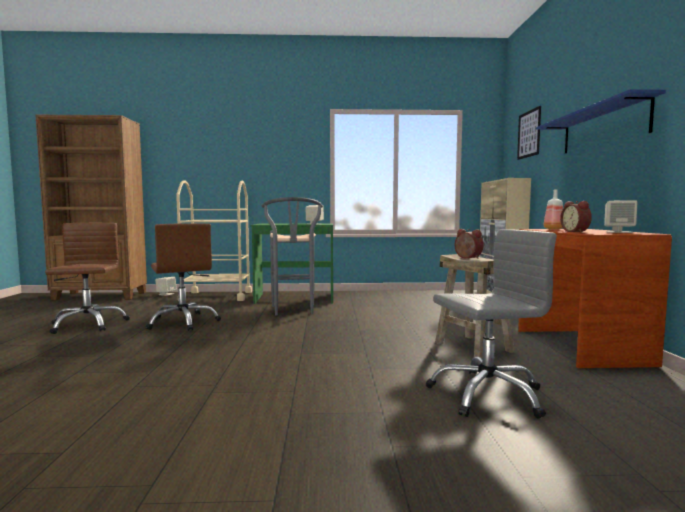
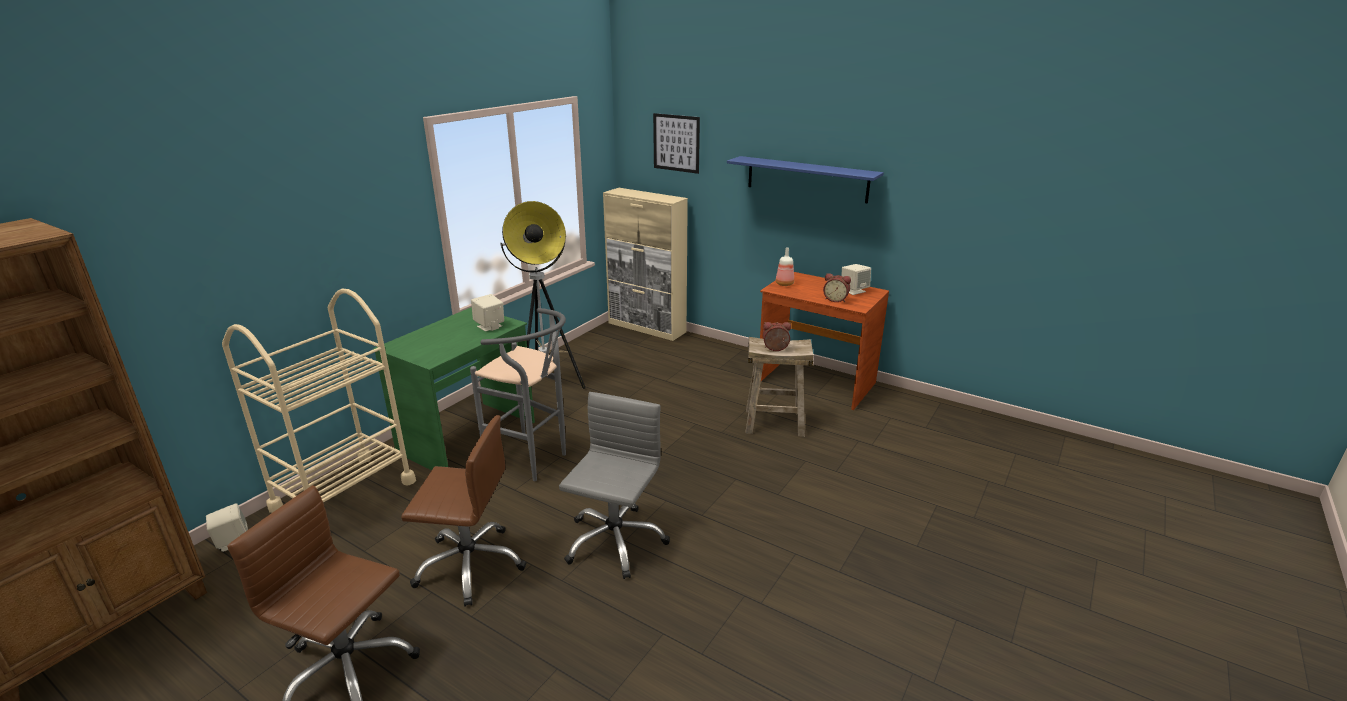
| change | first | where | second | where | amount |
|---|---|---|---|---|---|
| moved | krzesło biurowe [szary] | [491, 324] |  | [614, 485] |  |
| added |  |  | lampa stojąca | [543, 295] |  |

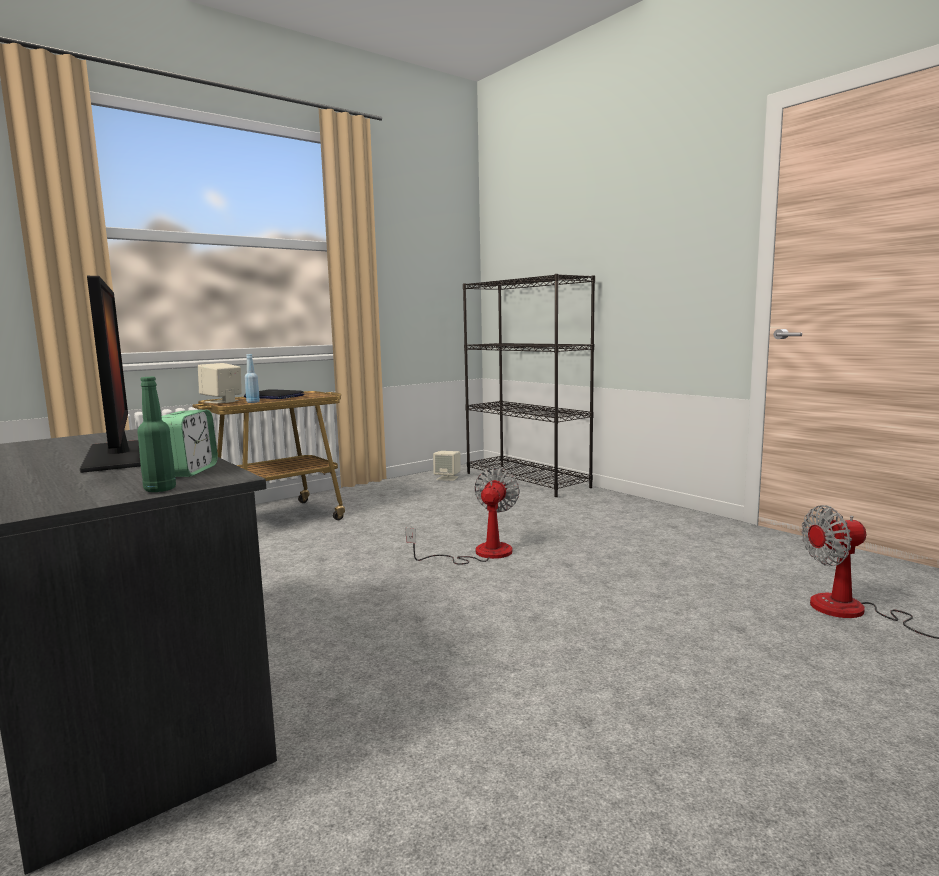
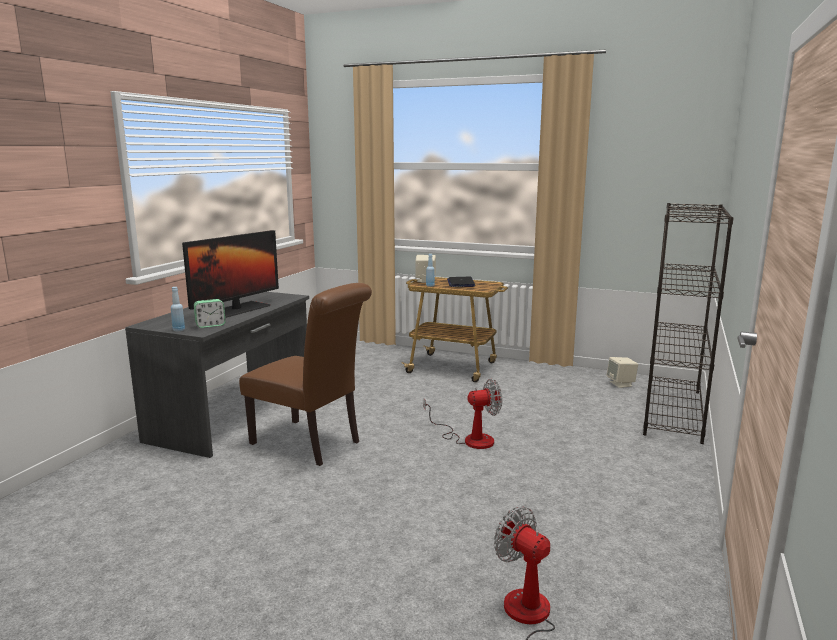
| change | first | where | second | where | amount |
|---|---|---|---|---|---|
| recoloured | butelka [zielony] | [156, 434] | butelka [niebieski] | [178, 309] |  |
| added |  |  | krzesło [brązowy] | [305, 374] |  |

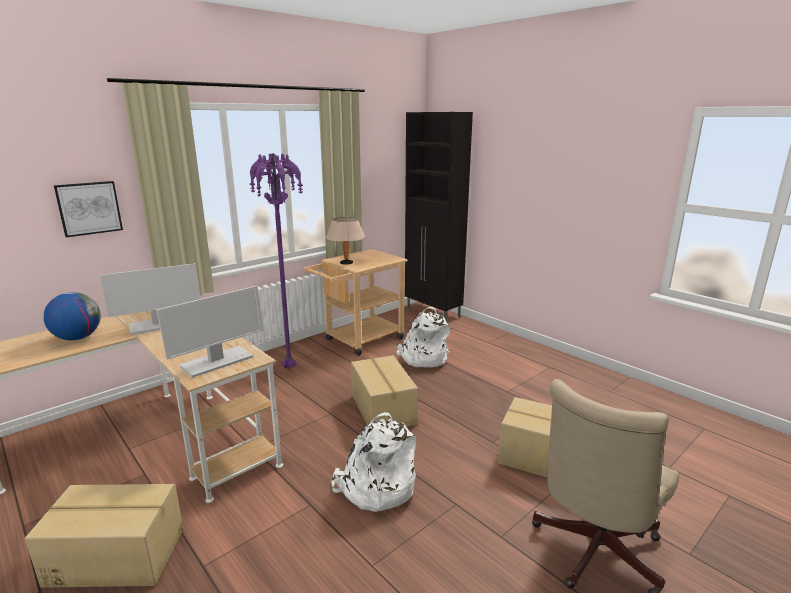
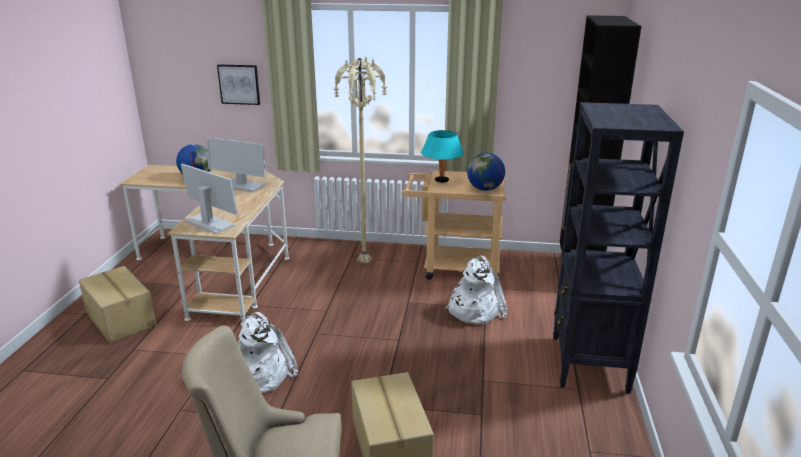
| change | first | where | second | where | amount |
|---|---|---|---|---|---|
| recoloured | lampa stojąca [fioletowy] | [276, 261] | lampa stojąca [beżowy] | [360, 160] |  |
| recoloured | lampa stołowa [beżowy] | [345, 241] | lampa stołowa [turkusowy] | [442, 156] |  |
| turned | monitor | [210, 332] |  | [209, 199] | 150 degrees counterclockwise |
| removed | karton | [384, 391] |  |  |  |
| added |  |  | regał [czarny] | [618, 248] |  |
| added |  |  | globus | [486, 172] |  |

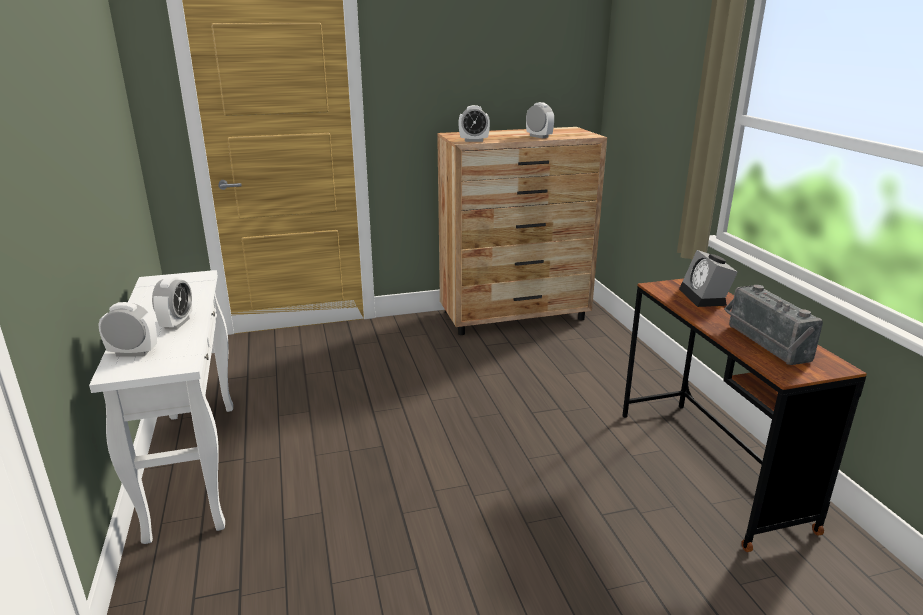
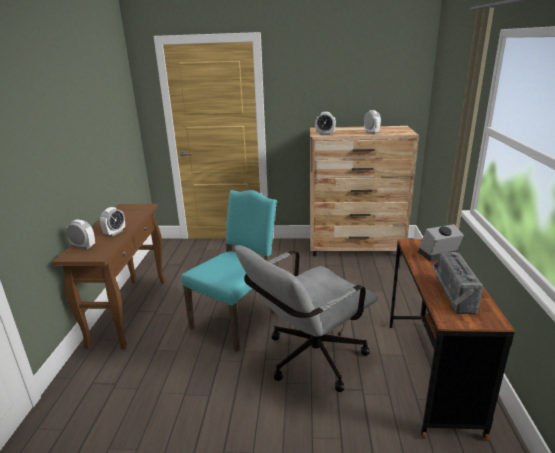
| change | first | where | second | where | amount |
|---|---|---|---|---|---|
| turned | budzik | [708, 278] |  | [441, 243] | 60 degrees clockwise |
| recoloured | stolik konsolowy [biały] | [161, 407] | stolik konsolowy [brązowy] | [108, 276] |  |
| added |  |  | krzesło [turkusowy] | [229, 271] |  |
| added |  |  | krzesło biurowe [szary] | [306, 318] |  |

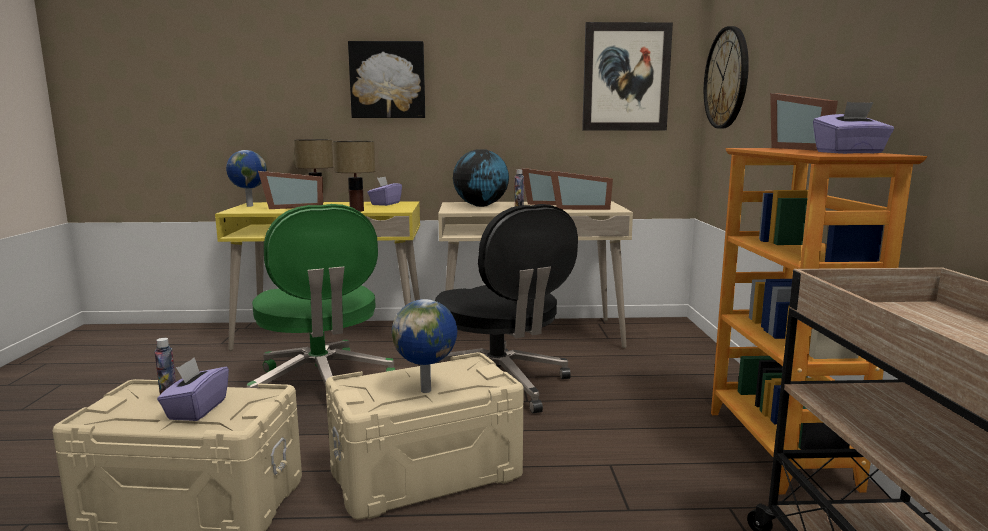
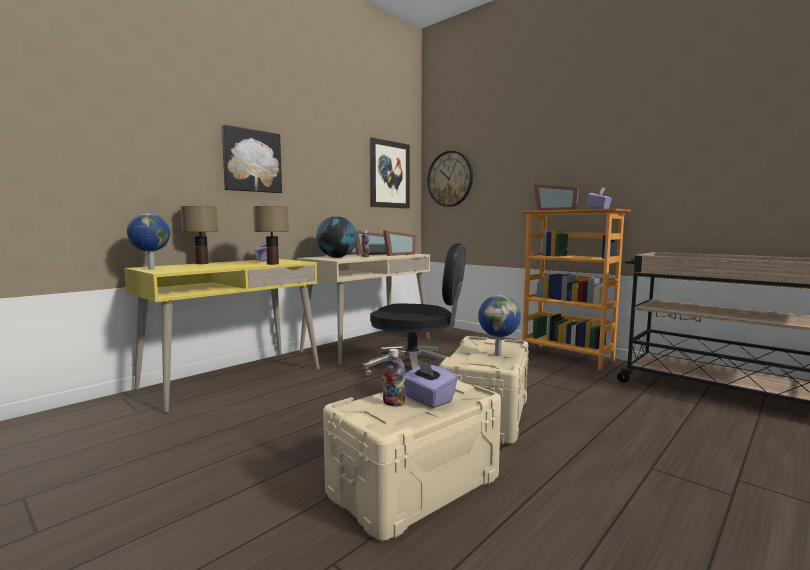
| change | first | where | second | where | amount |
|---|---|---|---|---|---|
| removed | ramka na zdjęcie | [290, 190] |  |  |  |
| removed | krzesło biurowe [zielony] | [321, 296] |  |  |  |

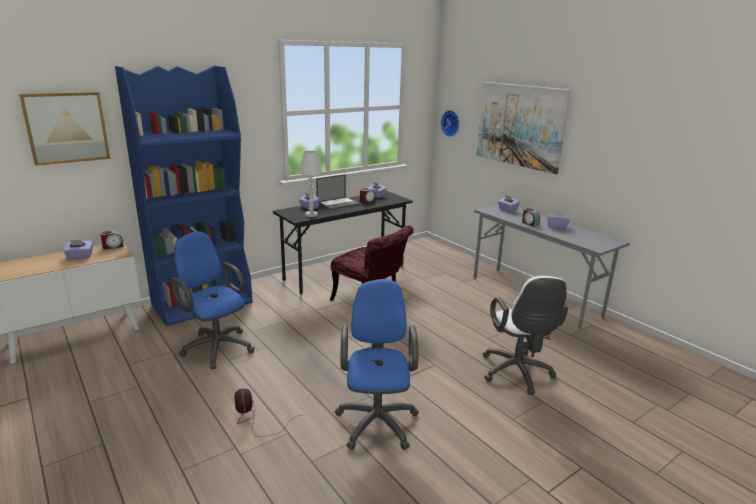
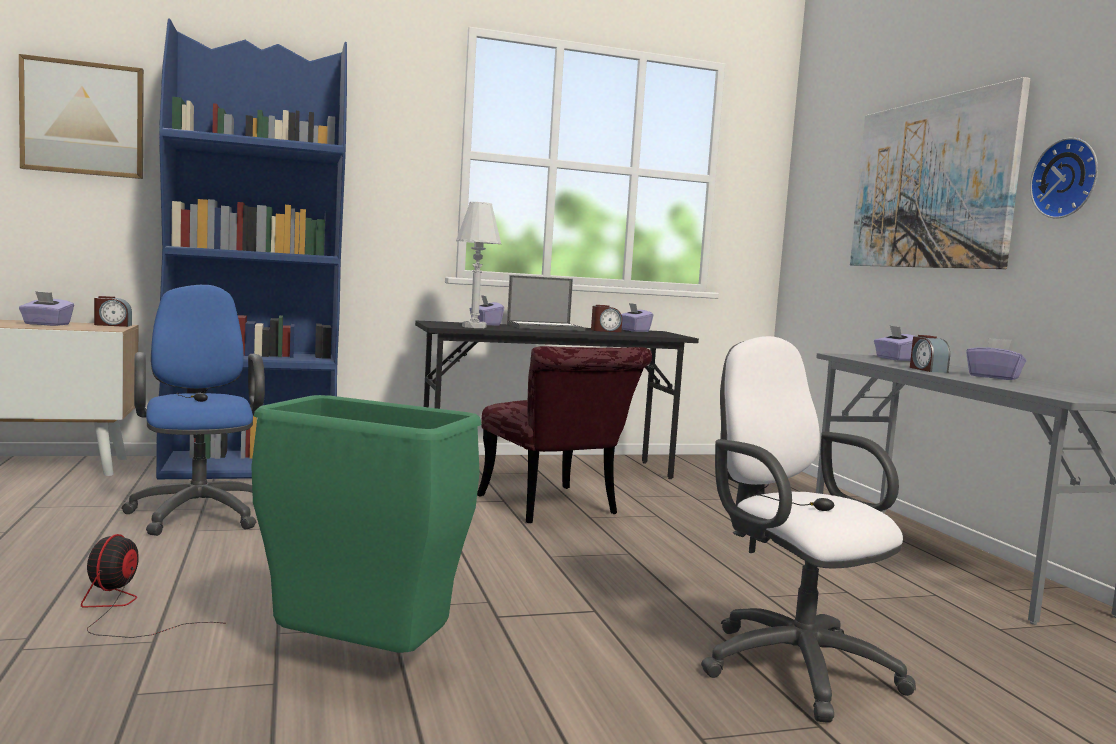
| change | first | where | second | where | amount |
|---|---|---|---|---|---|
| moved | zegar ścienny | [450, 123] |  | [1064, 178] |  |
| turned | krzesło biurowe [biały] | [525, 335] |  | [808, 529] | 135 degrees clockwise |
| replaced | krzesło biurowe [niebieski] | [377, 364] | kosz na śmieci [zielony] | [366, 524] |  |

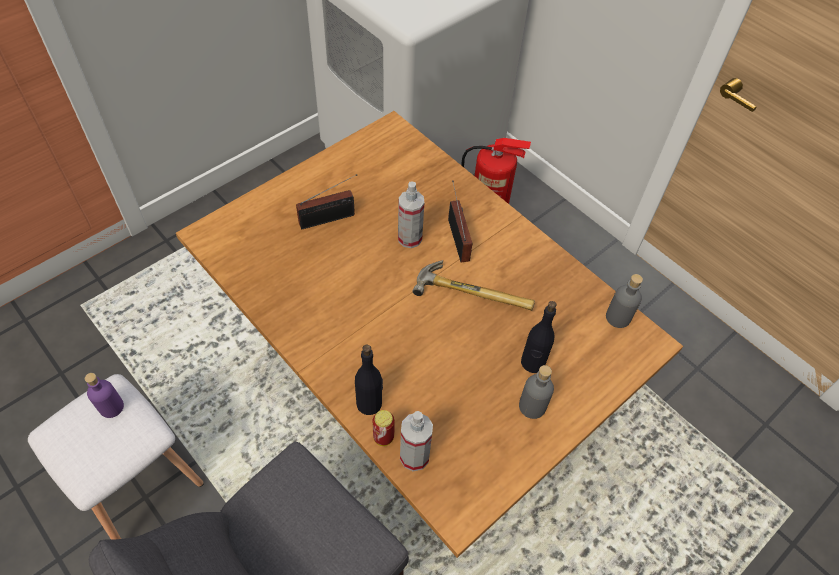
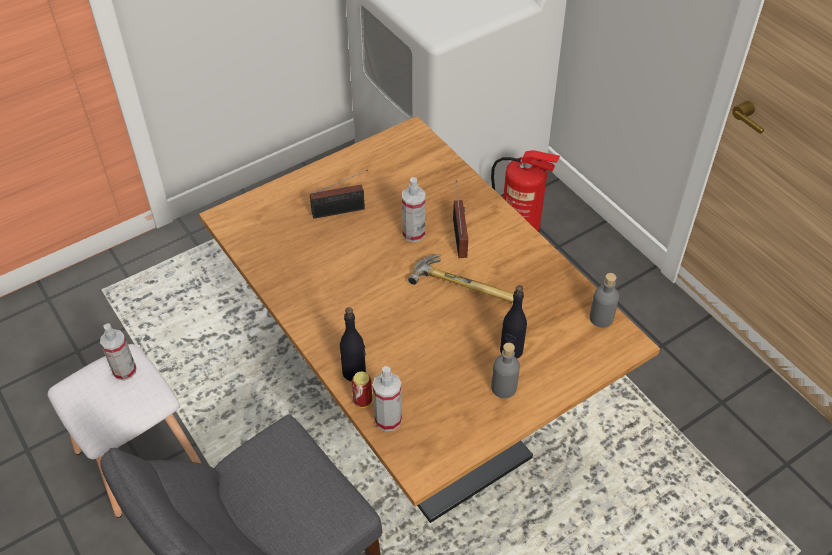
| change | first | where | second | where | amount |
|---|---|---|---|---|---|
| replaced | butelka [fioletowy] | [104, 395] | spryskiwacz | [118, 352] |  |

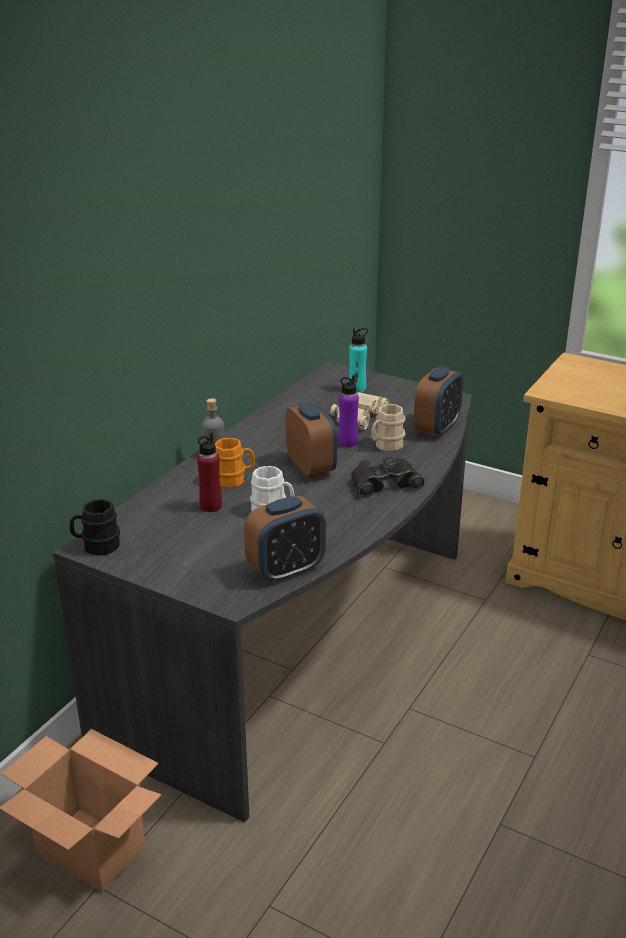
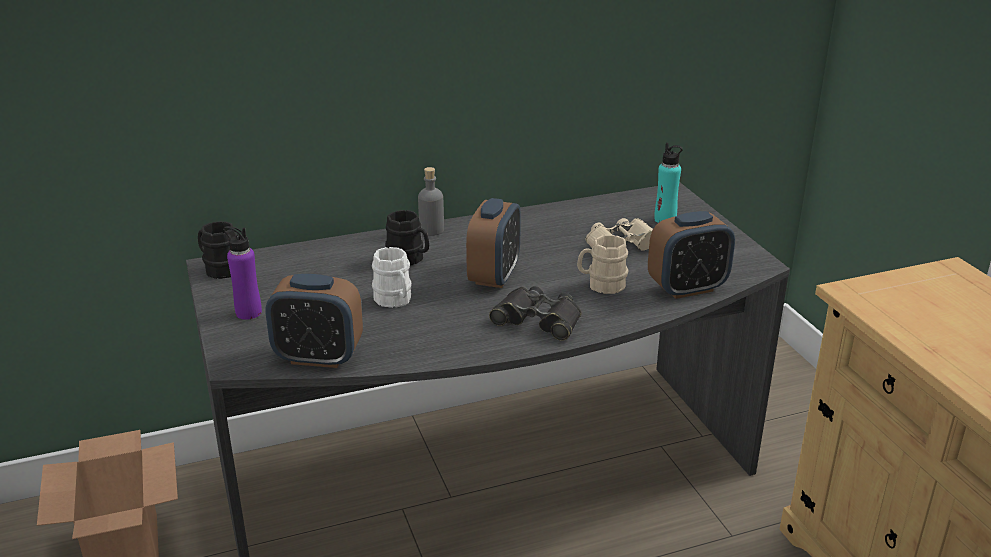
| change | first | where | second | where | amount |
|---|---|---|---|---|---|
| moved | butelka [fioletowy] | [348, 411] |  | [242, 273] |  |
| removed | butelka [czerwony] | [209, 472] |  |  |  |
| recoloured | kubek [pomarańczowy] | [235, 463] | kubek [czarny] | [407, 237] |  |

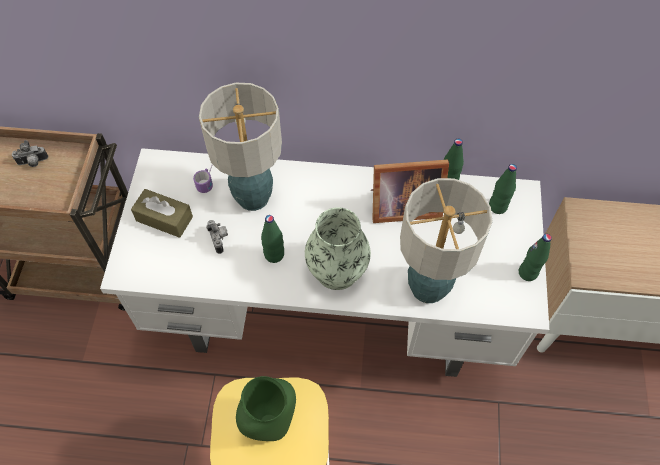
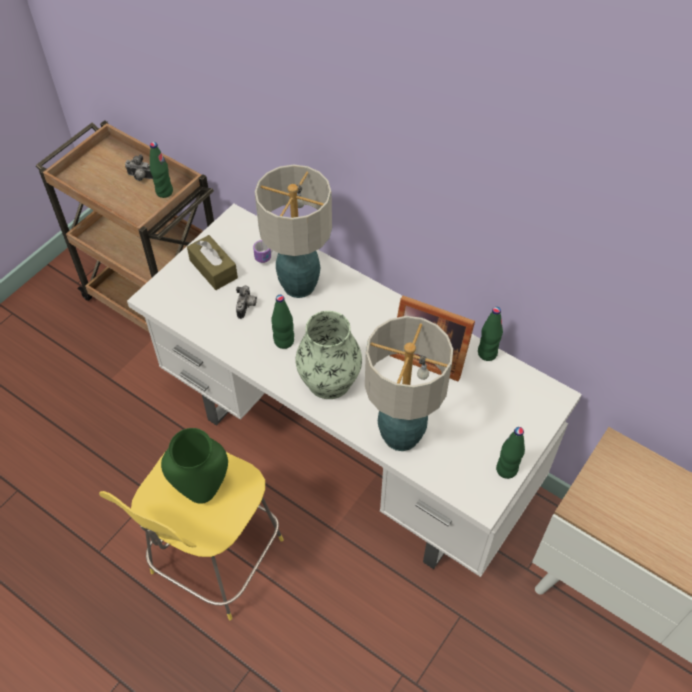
| change | first | where | second | where | amount |
|---|---|---|---|---|---|
| moved | butelka [zielony] | [503, 189] |  | [161, 170] |  |

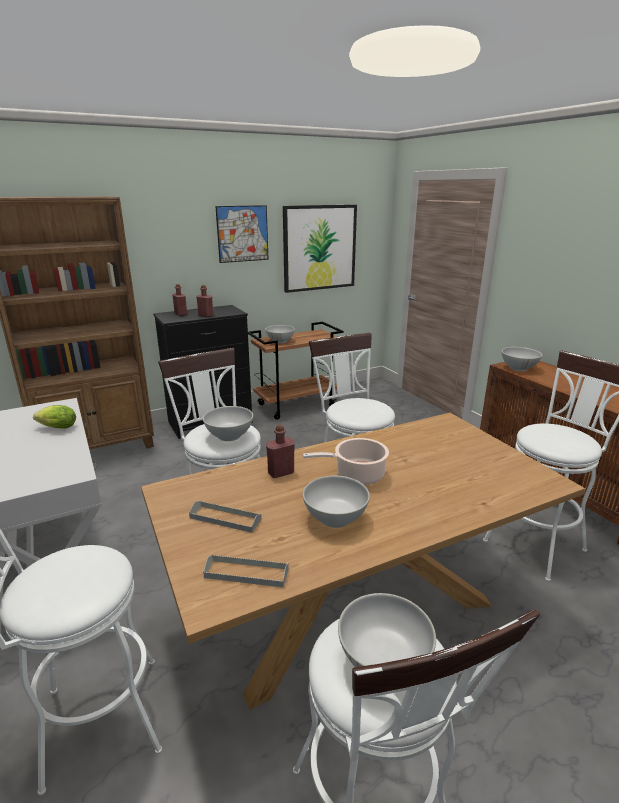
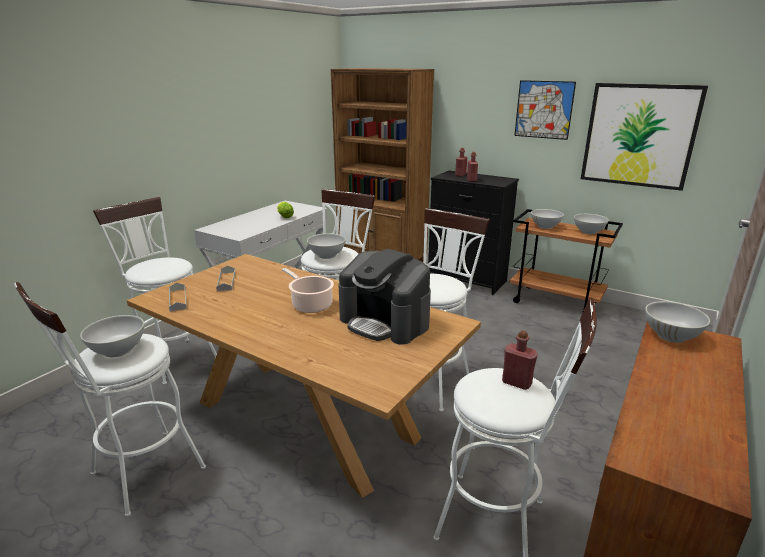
| change | first | where | second | where | amount |
|---|---|---|---|---|---|
| moved | butelka [czerwony] | [280, 451] |  | [520, 360] |  |
| moved | miska [biały] | [336, 502] |  | [591, 224] |  |
| added |  |  | ekspres do kawy | [384, 297] |  |

